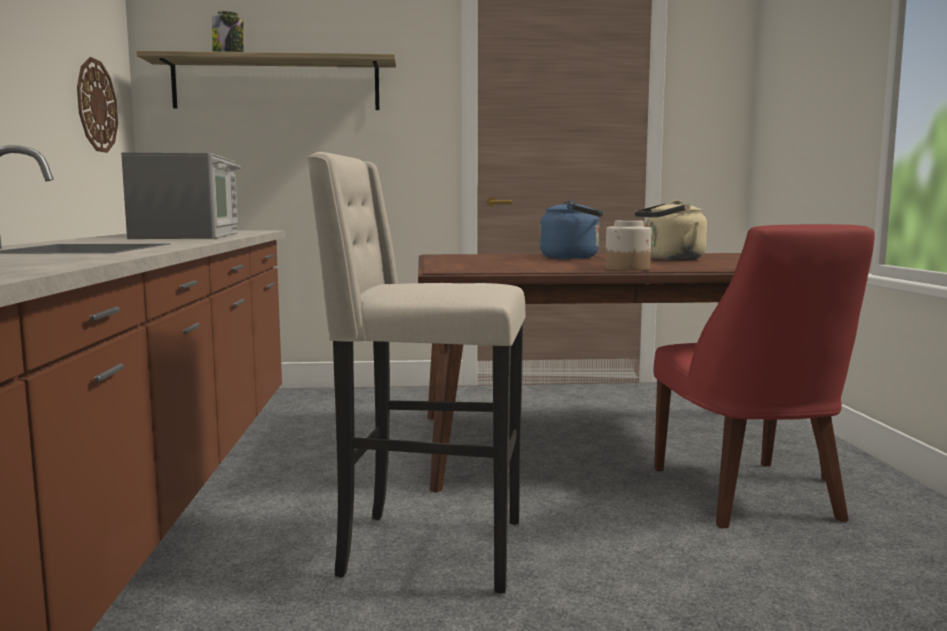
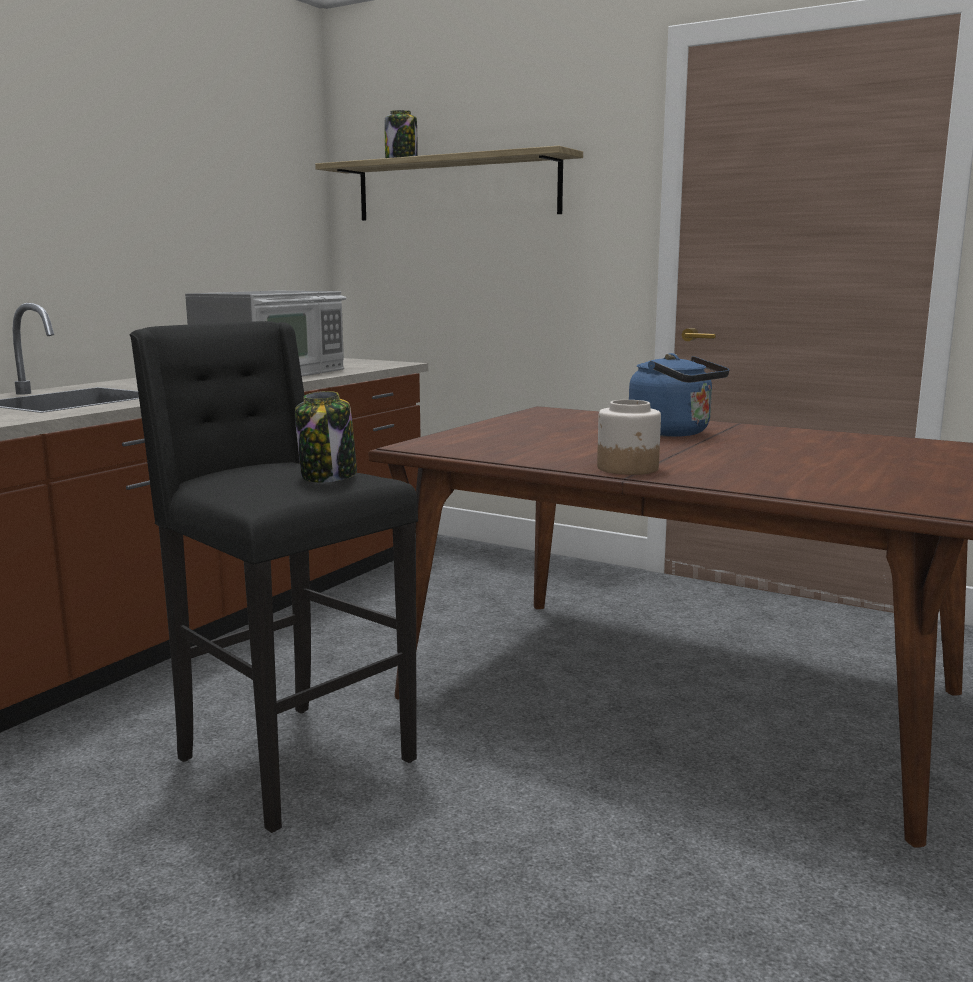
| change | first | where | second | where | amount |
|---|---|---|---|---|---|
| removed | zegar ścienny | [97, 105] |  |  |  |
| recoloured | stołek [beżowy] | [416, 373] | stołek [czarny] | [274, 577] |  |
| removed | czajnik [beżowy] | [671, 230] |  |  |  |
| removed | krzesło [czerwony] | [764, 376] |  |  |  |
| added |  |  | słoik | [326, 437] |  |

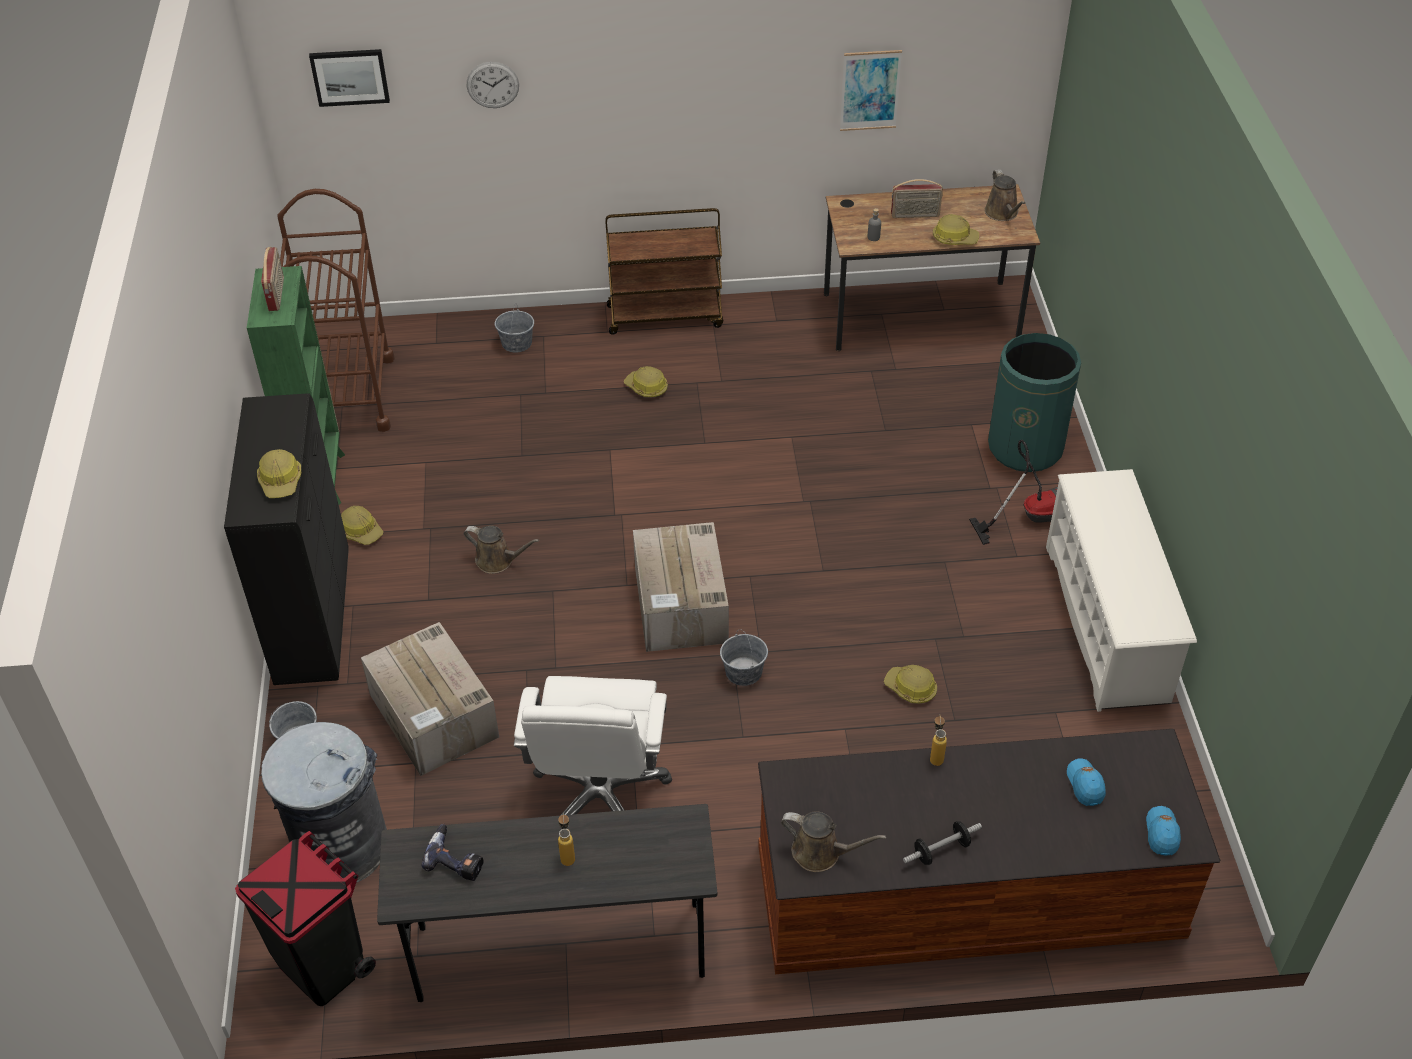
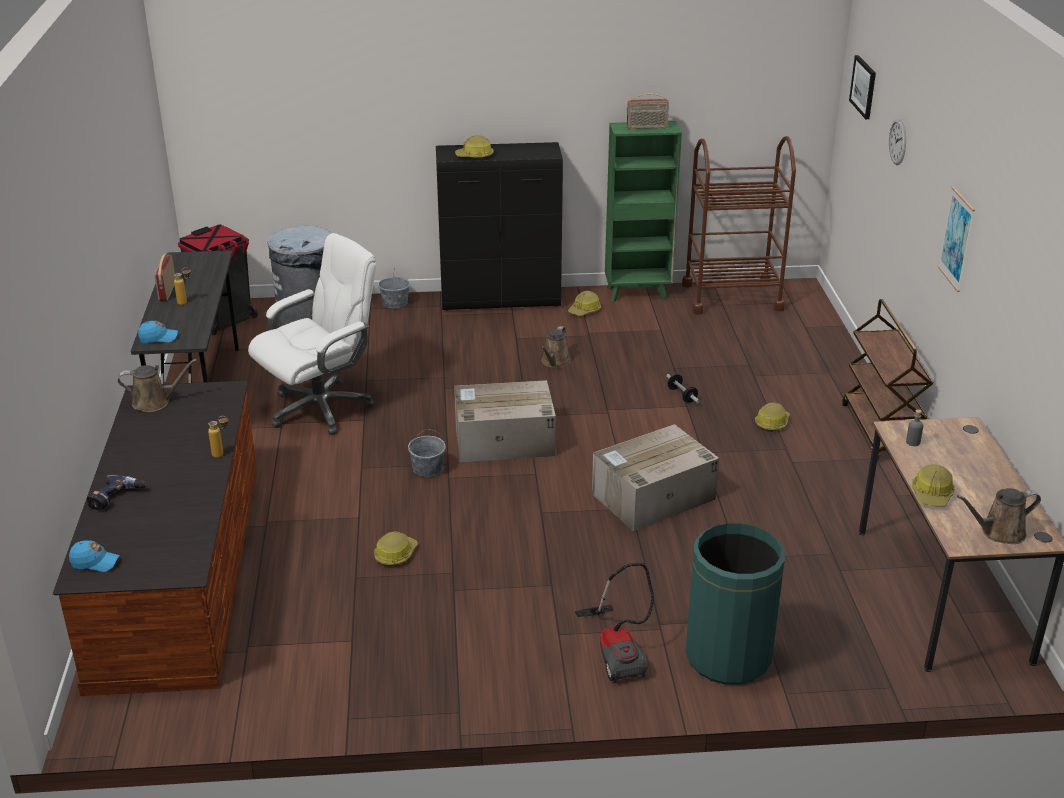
| change | first | where | second | where | amount |
|---|---|---|---|---|---|
| moved | obraz | [871, 90] |  | [956, 239] |  |
| moved | radio | [917, 198] |  | [164, 277] |  |
| removed | wiadro [szary] | [514, 329] |  |  |  |
| removed | regał na buty [biały] | [1121, 590] |  |  |  |
| moved | karton | [430, 699] |  | [655, 477] |  |
| turned | krzesło biurowe [biały] | [593, 746] |  | [312, 334] | 135 degrees clockwise |
| moved | czapka z daszkiem [niebieski] | [1086, 782] |  | [158, 332] |  |
| turned | konewka [brązowy] | [833, 842] |  | [157, 385] | 120 degrees counterclockwise |
| moved | hantel | [942, 843] |  | [682, 388] |  |
| moved | wiertarka | [452, 852] |  | [117, 492] |  |

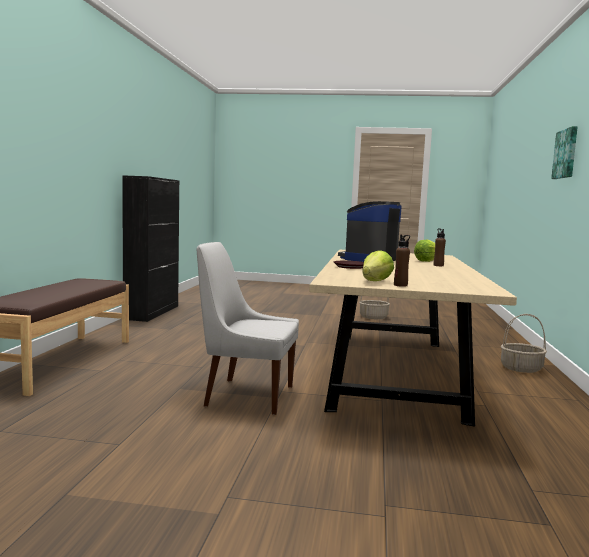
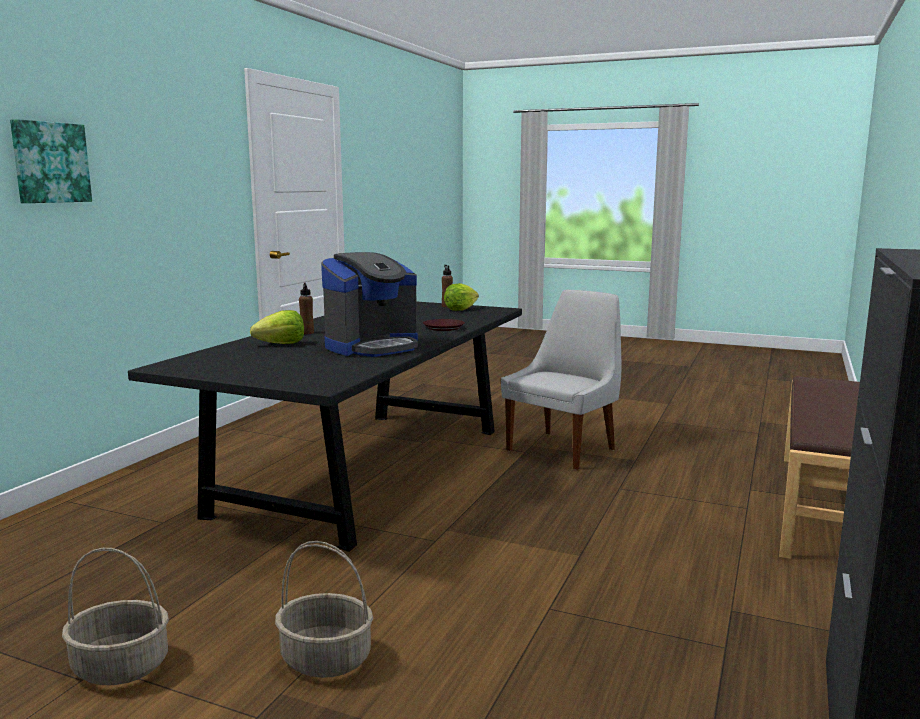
| change | first | where | second | where | amount |
|---|---|---|---|---|---|
| turned | krzesło [biały] | [248, 328] |  | [561, 380] | 75 degrees counterclockwise |
| recoloured | stół jadalny [beżowy] | [413, 338] | stół jadalny [czarny] | [325, 427] |  |
| moved | koszyk | [524, 343] |  | [324, 609] |  |

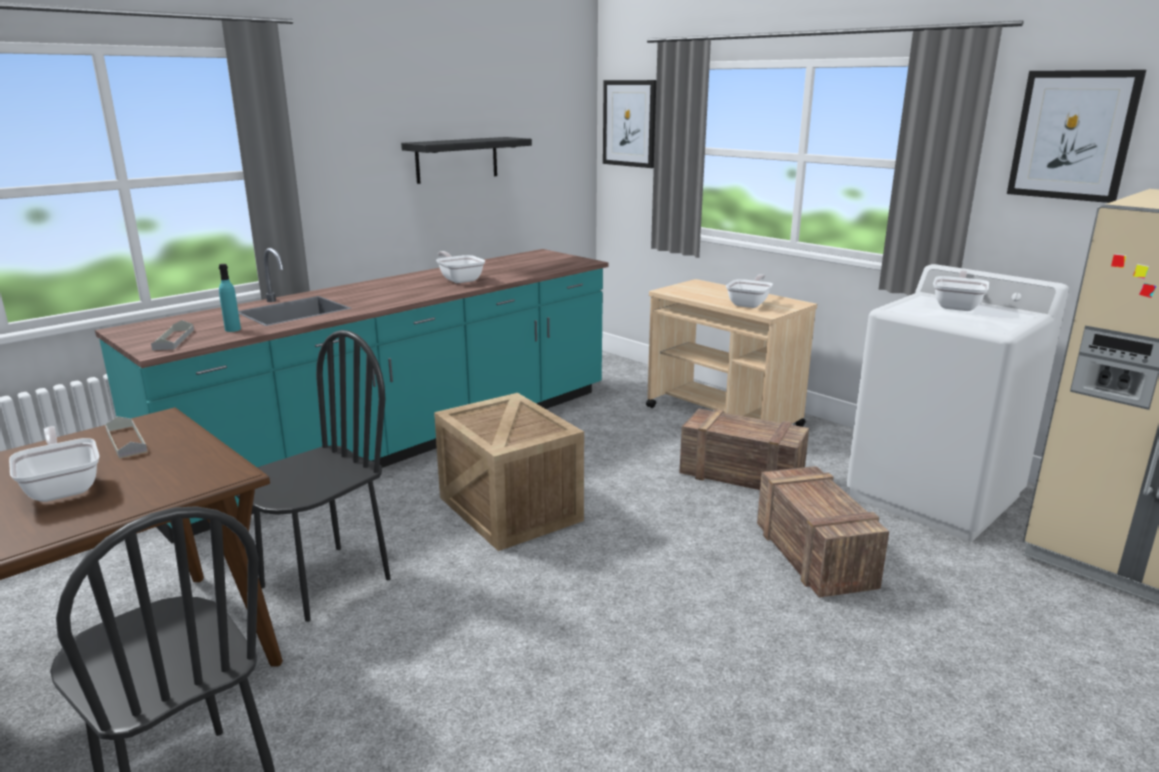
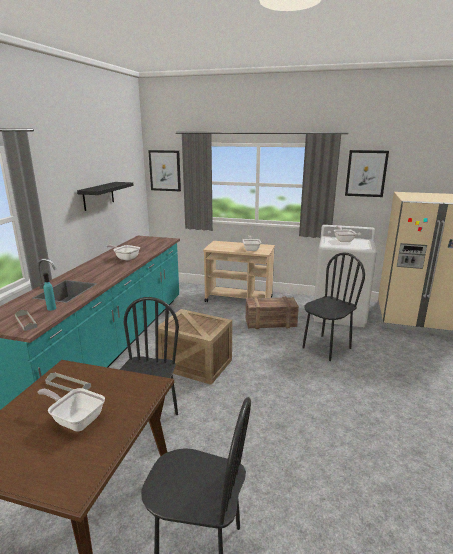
| change | first | where | second | where | amount |
|---|---|---|---|---|---|
| replaced | skrzynka | [823, 532] | krzesło [czarny] | [333, 306] |  |

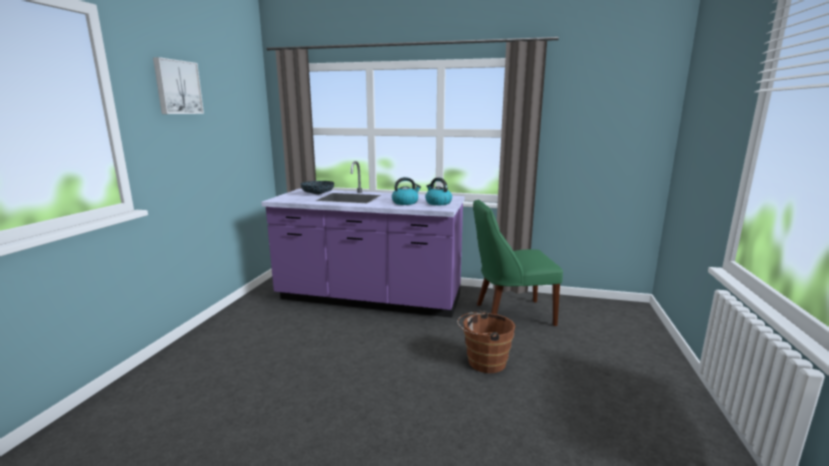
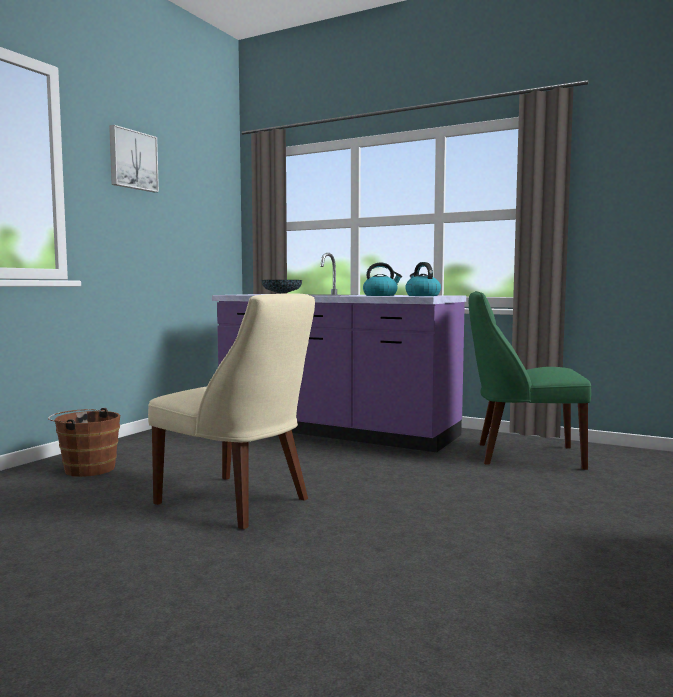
| change | first | where | second | where | amount |
|---|---|---|---|---|---|
| moved | wiadro [brązowy] | [486, 342] |  | [84, 442] |  |
| added |  |  | krzesło [beżowy] | [231, 411] |  |

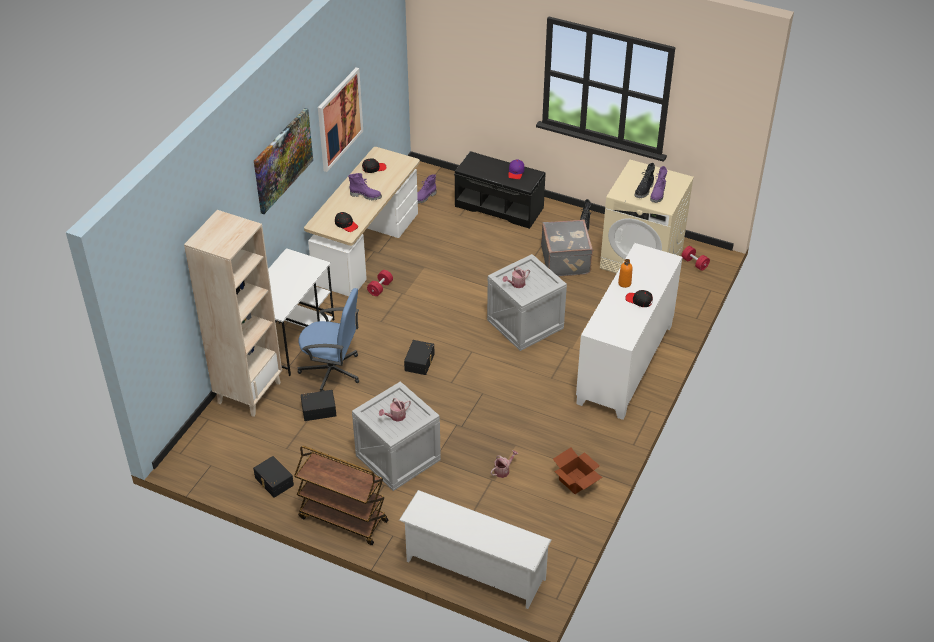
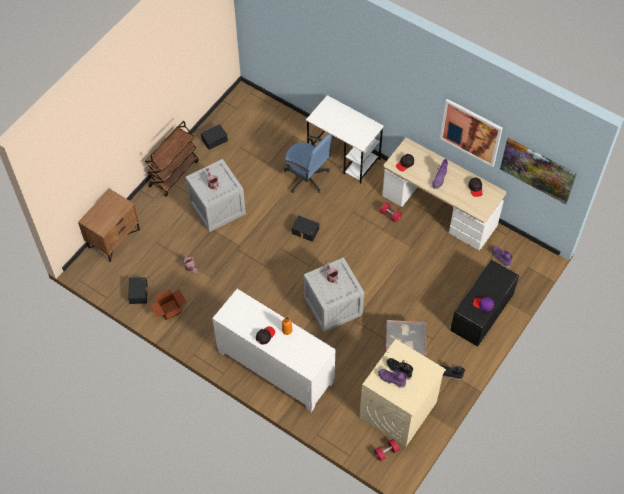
| change | first | where | second | where | amount |
|---|---|---|---|---|---|
| moved | obraz | [283, 161] |  | [538, 171] |  |
| removed | regał [beżowy] | [233, 313] |  |  |  |
| turned | krzesło biurowe [niebieski] | [328, 339] |  | [308, 163] | 75 degrees counterclockwise |
| moved | pojemnik do przechowywania [czarny] | [318, 405] |  | [138, 290] |  |
| replaced | regał na buty [biały] | [475, 549] | szafka nocna [brązowy] | [109, 225] |  |

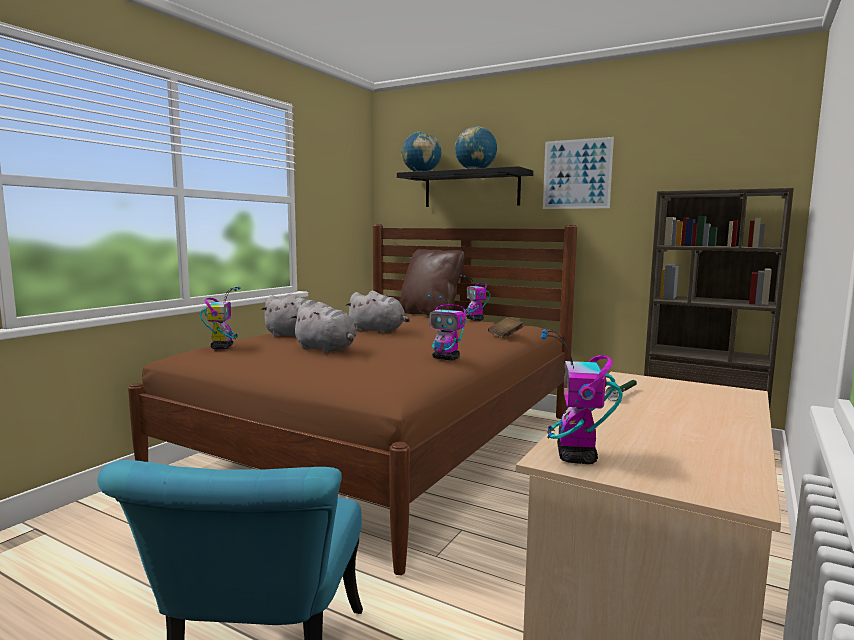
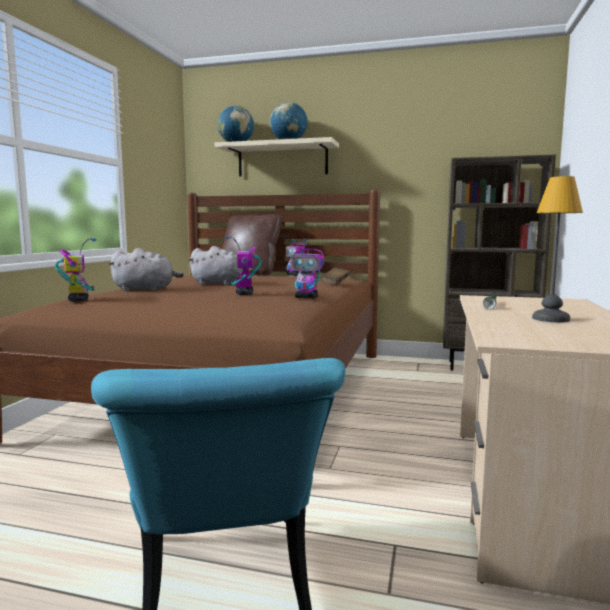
| change | first | where | second | where | amount |
|---|---|---|---|---|---|
| removed | obraz | [578, 173] |  |  |  |
| recoloured | półka [czarny] | [465, 186] | półka [beżowy] | [277, 157] |  |
| removed | pluszak [szary] | [323, 327] |  |  |  |
| moved | robot zabawkowy | [582, 396] |  | [243, 265] |  |
| added |  |  | lampa stołowa | [557, 249] |  |

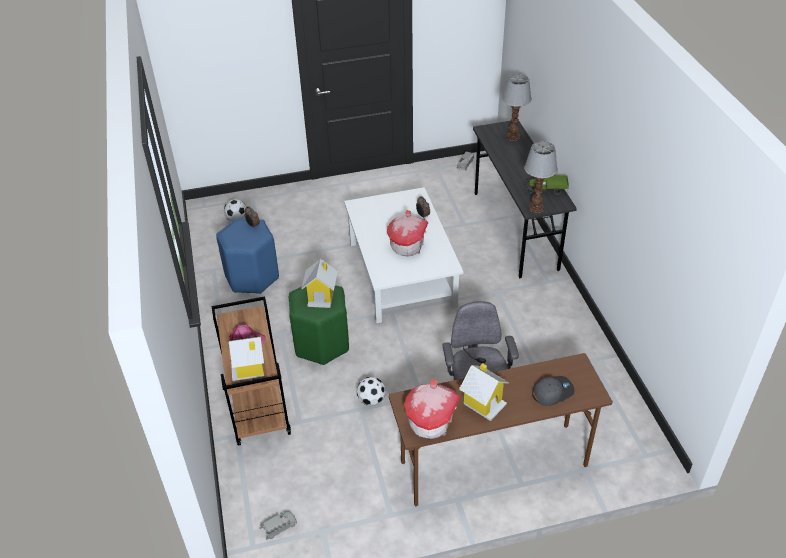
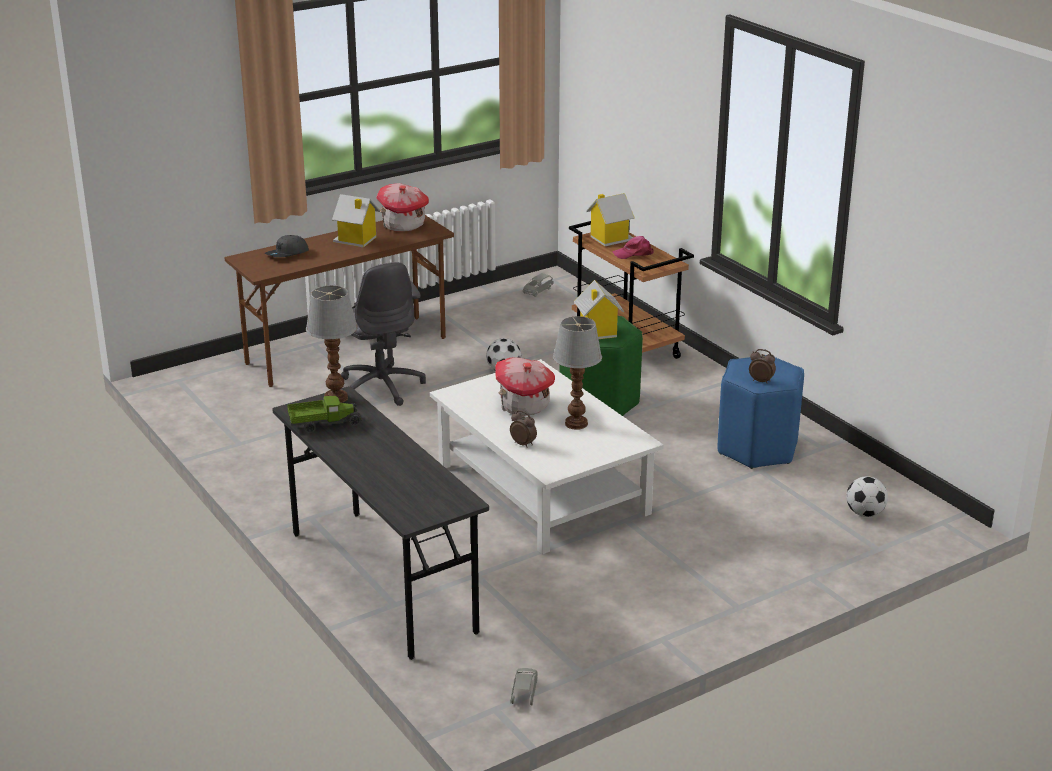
| change | first | where | second | where | amount |
|---|---|---|---|---|---|
| moved | lampa stołowa | [517, 107] |  | [577, 373] |  |

